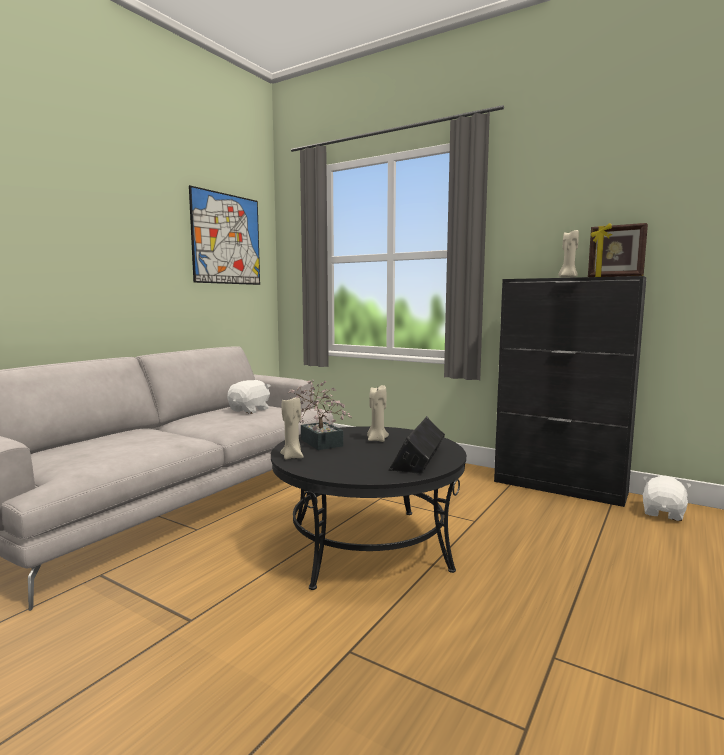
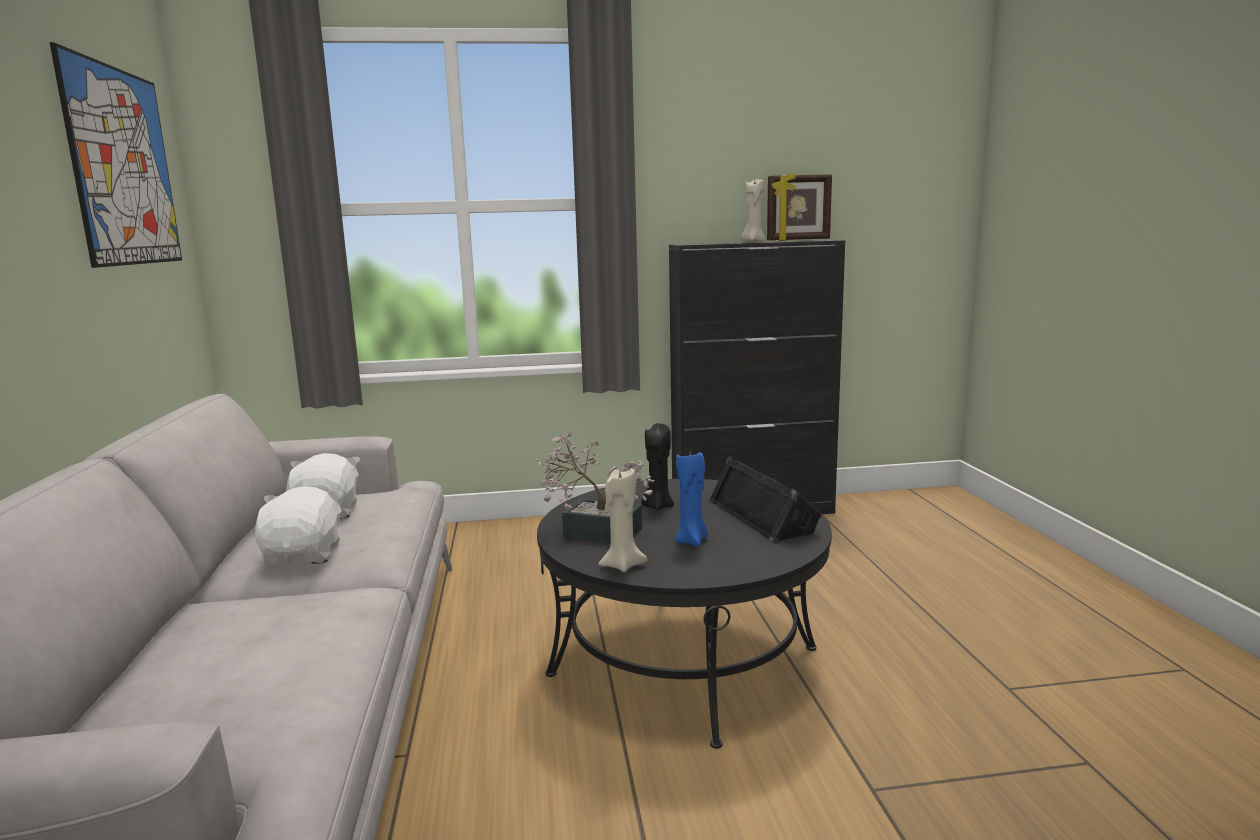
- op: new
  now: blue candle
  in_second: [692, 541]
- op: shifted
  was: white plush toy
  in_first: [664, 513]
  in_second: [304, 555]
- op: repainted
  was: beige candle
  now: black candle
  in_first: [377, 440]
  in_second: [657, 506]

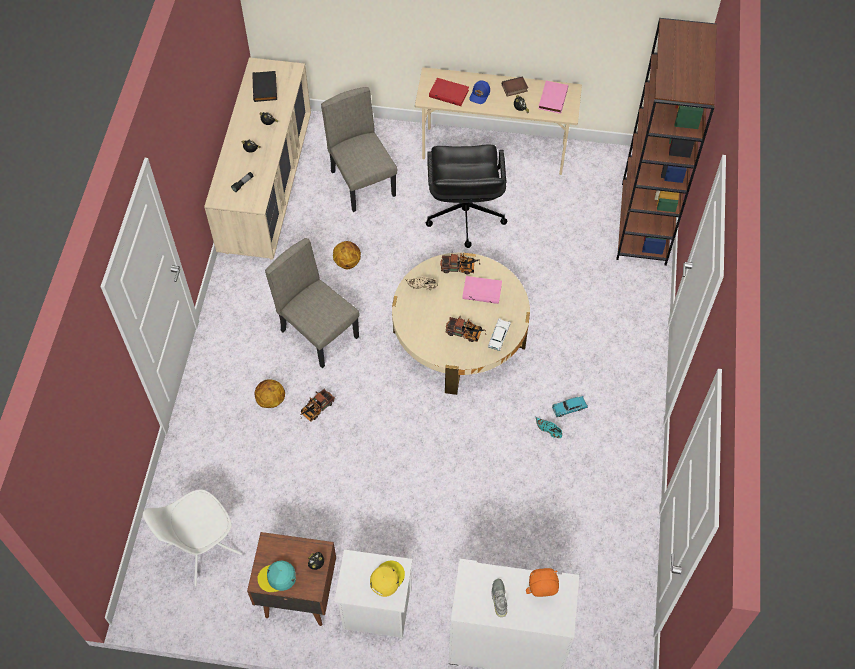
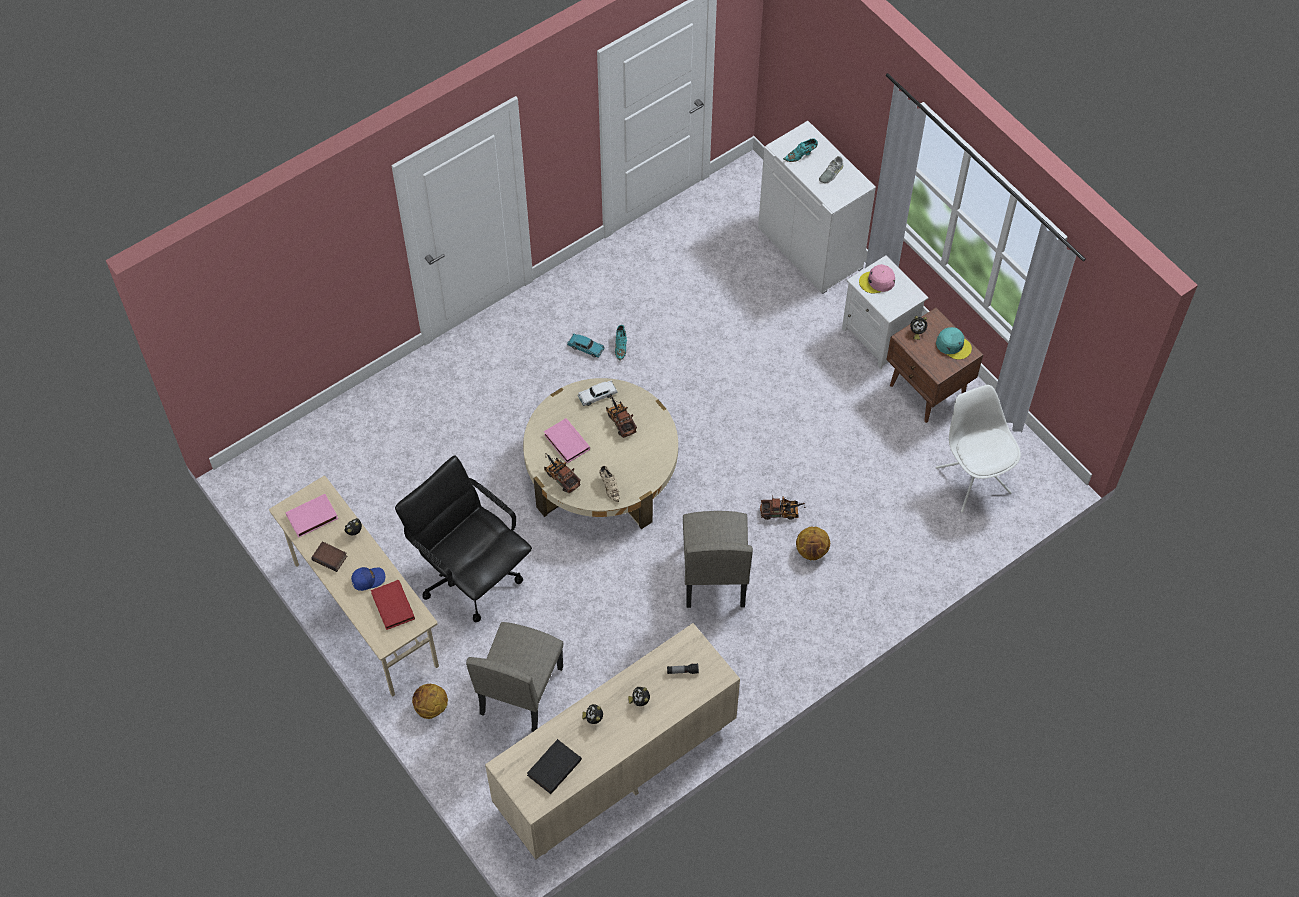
- op: gone
  was: brown bookcase
  in_first: [644, 224]
- op: shifted
  was: basketball
  in_first: [347, 262]
  in_second: [431, 708]
- op: swapped
  was: orange plush toy
  now: turquoise shoe
  in_first: [541, 593]
  in_second: [801, 155]
- op: repainted
  was: yellow cap
  now: pink cap
  in_first: [387, 578]
  in_second: [877, 281]
- op: rotated
  was: white chair
  in_first: [202, 550]
  in_second: [972, 479]
  clockwise: -120
- op: rotated
  was: black office chair
  in_first: [464, 215]
  in_second: [470, 574]
  clockwise: -90

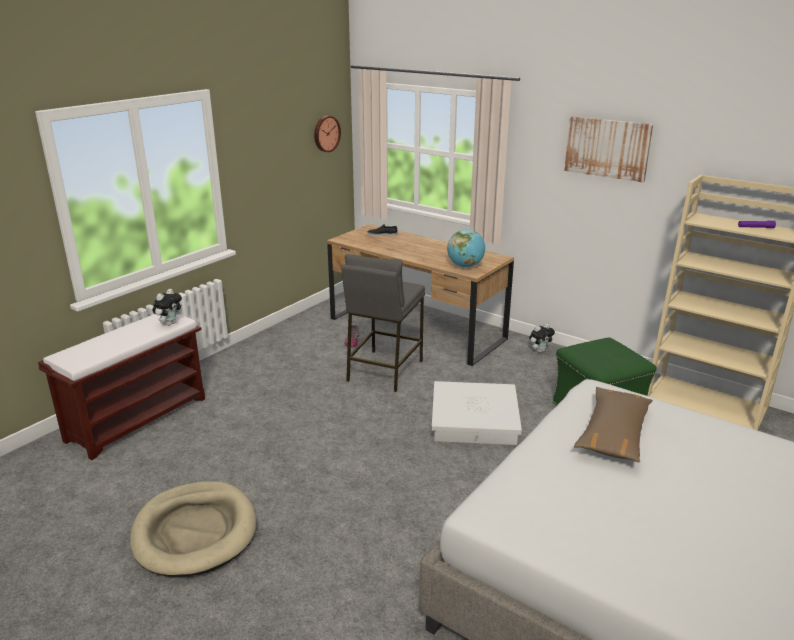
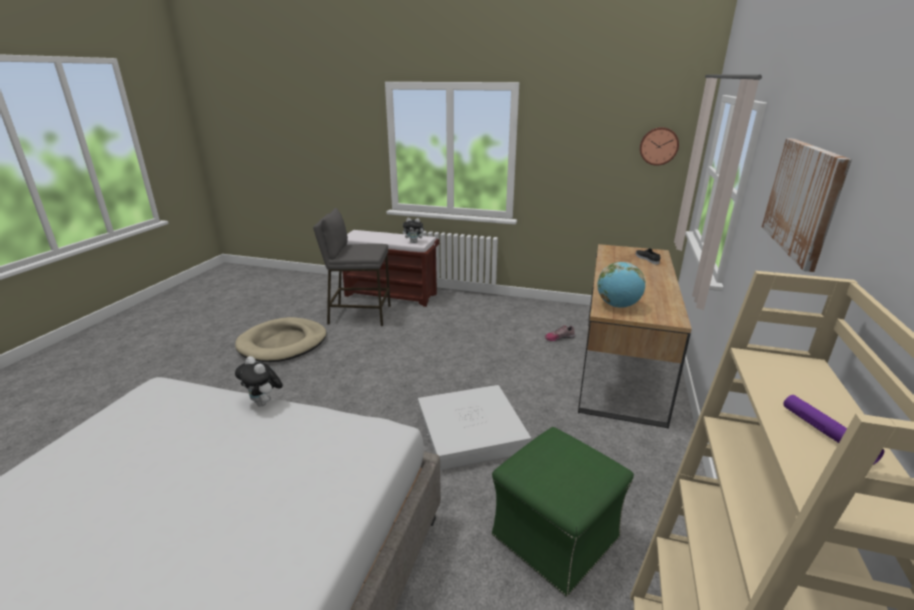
- op: gone
  was: brown pillow
  in_first: [614, 433]
- op: shifted
  was: grey stool
  in_first: [384, 370]
  in_second: [359, 315]
- op: shifted
  was: plush toy
  in_first: [540, 351]
  in_second: [264, 403]

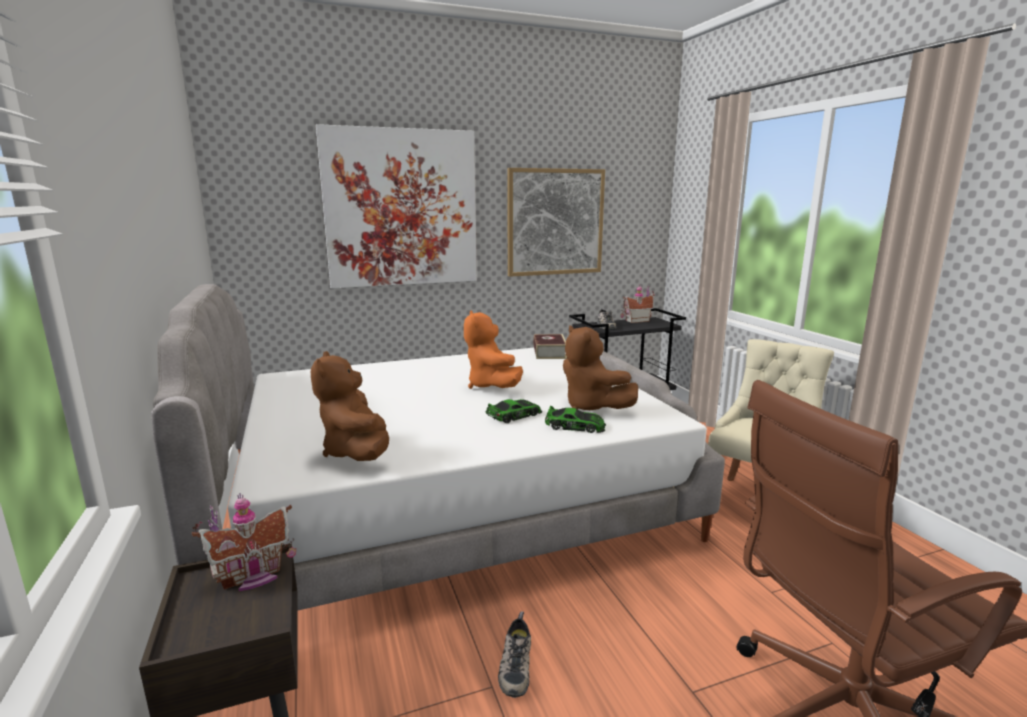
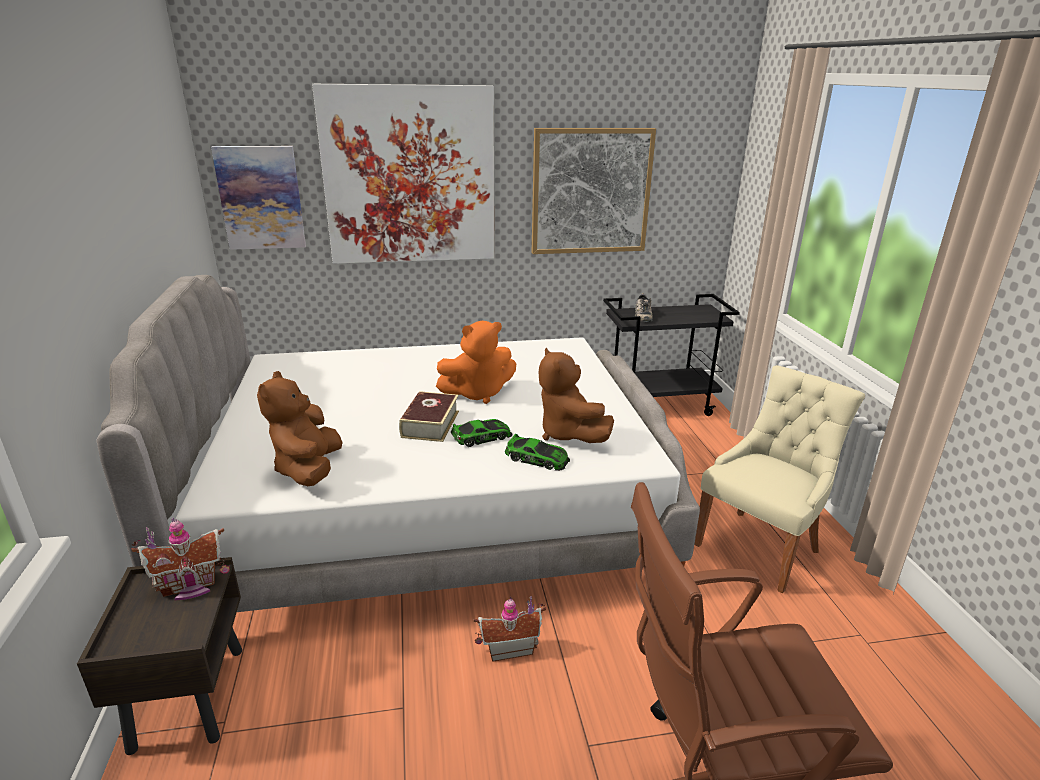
- op: gone
  was: shoe
  in_first: [514, 665]
- op: new
  now: picture
  in_second: [261, 198]
- op: shifted
  was: book
  in_first: [549, 352]
  in_second: [430, 424]
- op: shifted
  was: toy house
  in_first: [636, 320]
  in_second: [508, 647]
- op: rotated
  was: orange plush toy
  in_first: [492, 386]
  in_second: [478, 393]
  clockwise: -105

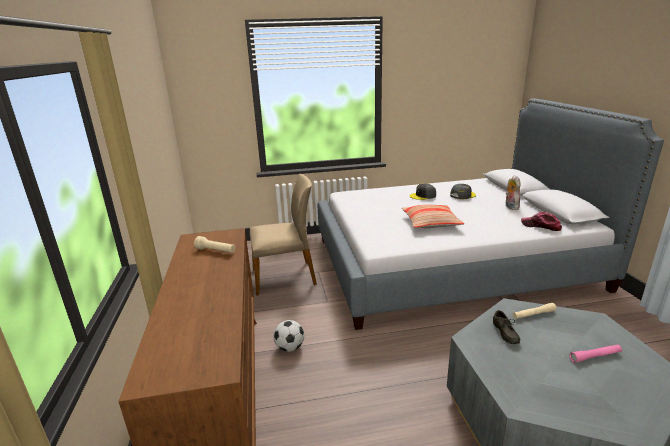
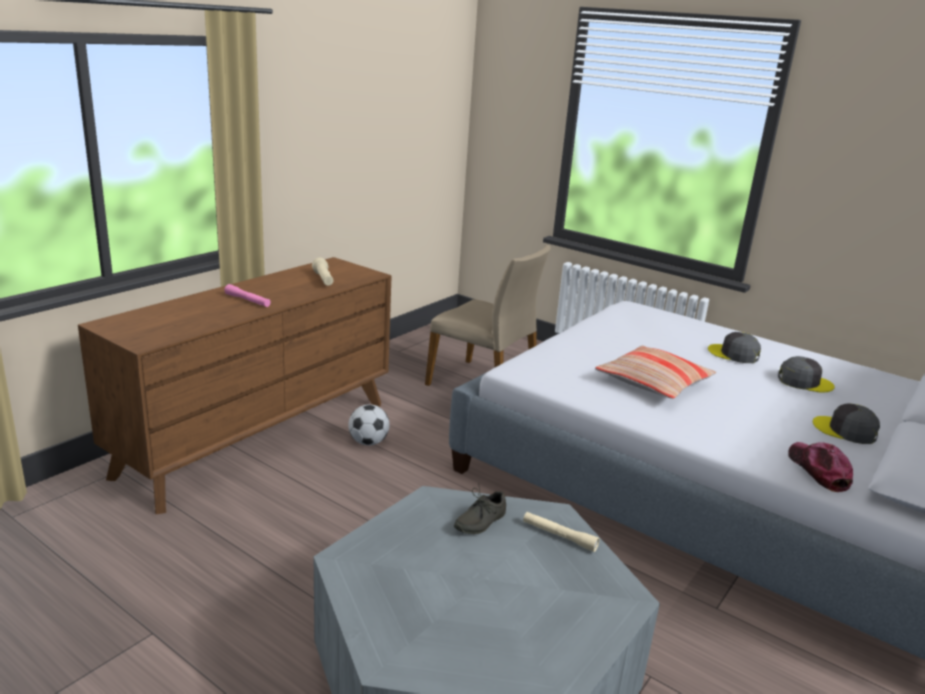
- op: shifted
  was: pink flashlight
  in_first: [595, 356]
  in_second: [247, 301]
- op: swapped
  was: plush toy
  now: grey cap
  in_first: [510, 207]
  in_second: [845, 430]

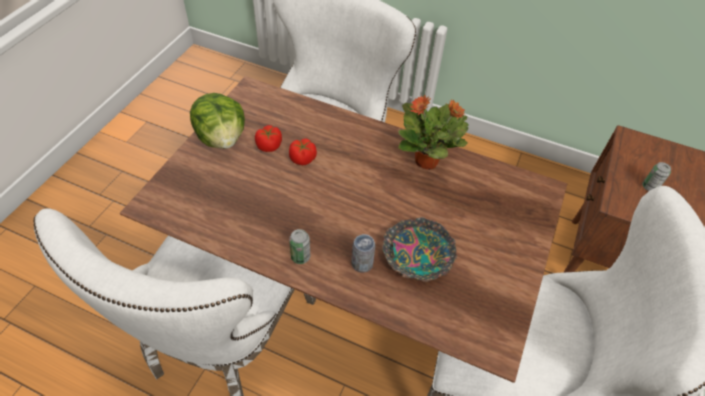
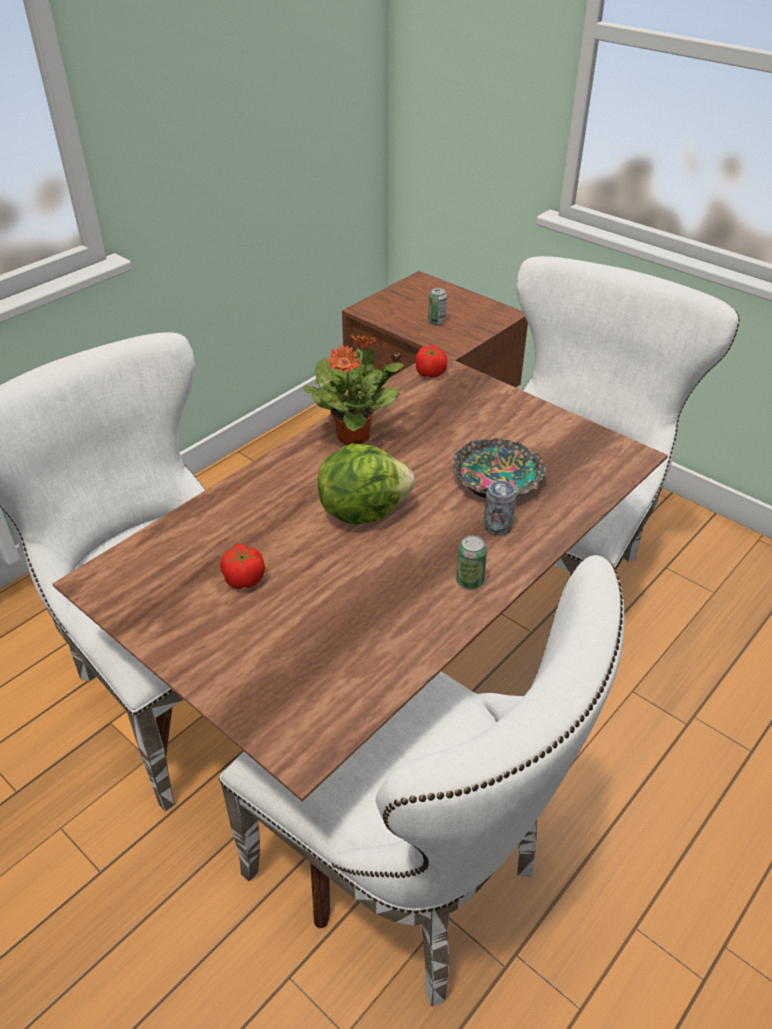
- op: shifted
  was: lettuce
  in_first: [222, 138]
  in_second: [362, 510]
- op: shifted
  was: tomato
  in_first: [303, 159]
  in_second: [430, 372]

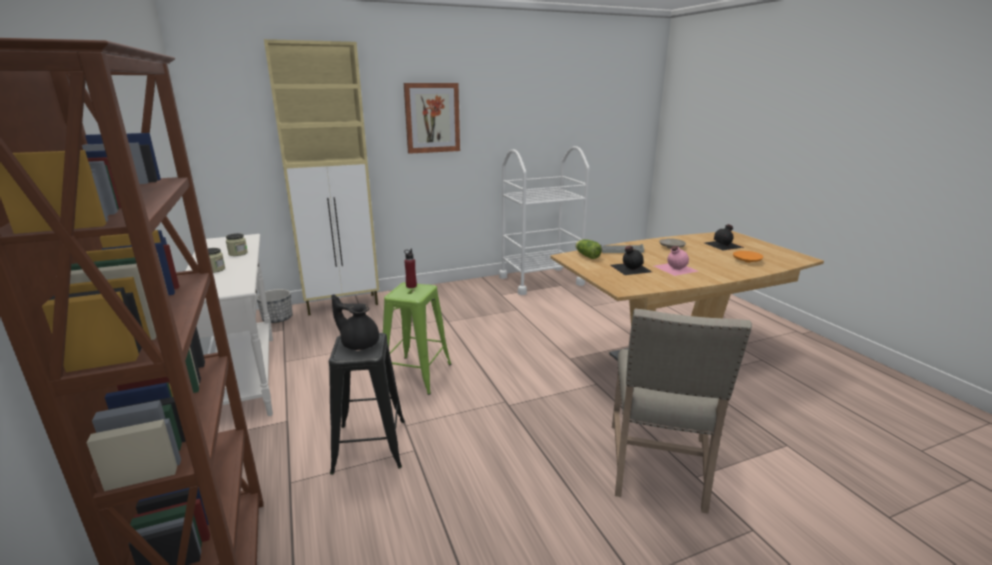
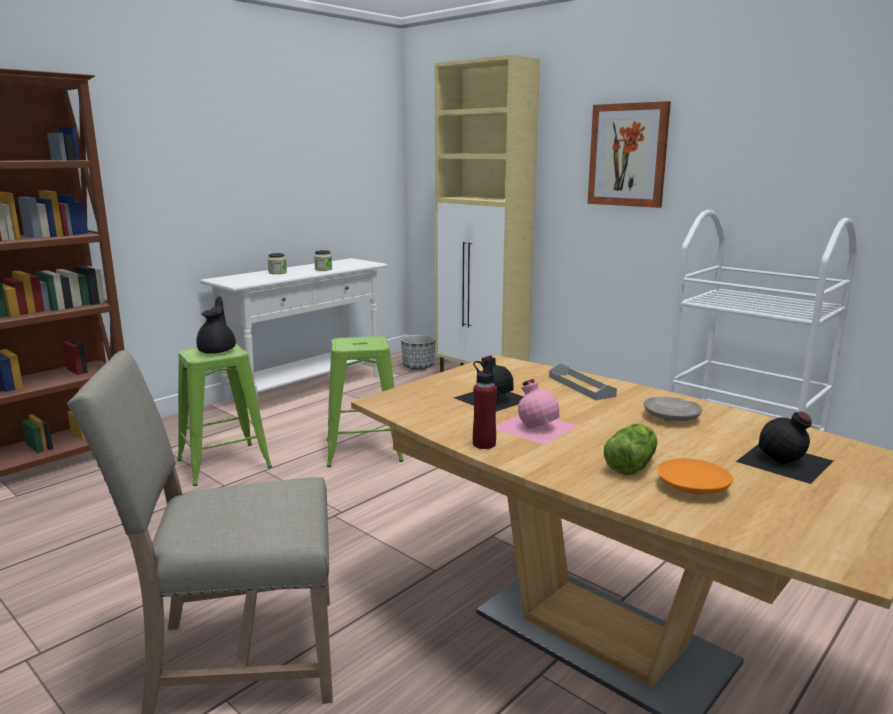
- op: shifted
  was: red bottle
  in_first: [411, 286]
  in_second: [484, 444]
- op: shifted
  was: lettuce
  in_first: [586, 255]
  in_second: [632, 464]
- op: repainted
  was: black stool
  now: green stool
  in_first: [369, 446]
  in_second: [223, 464]

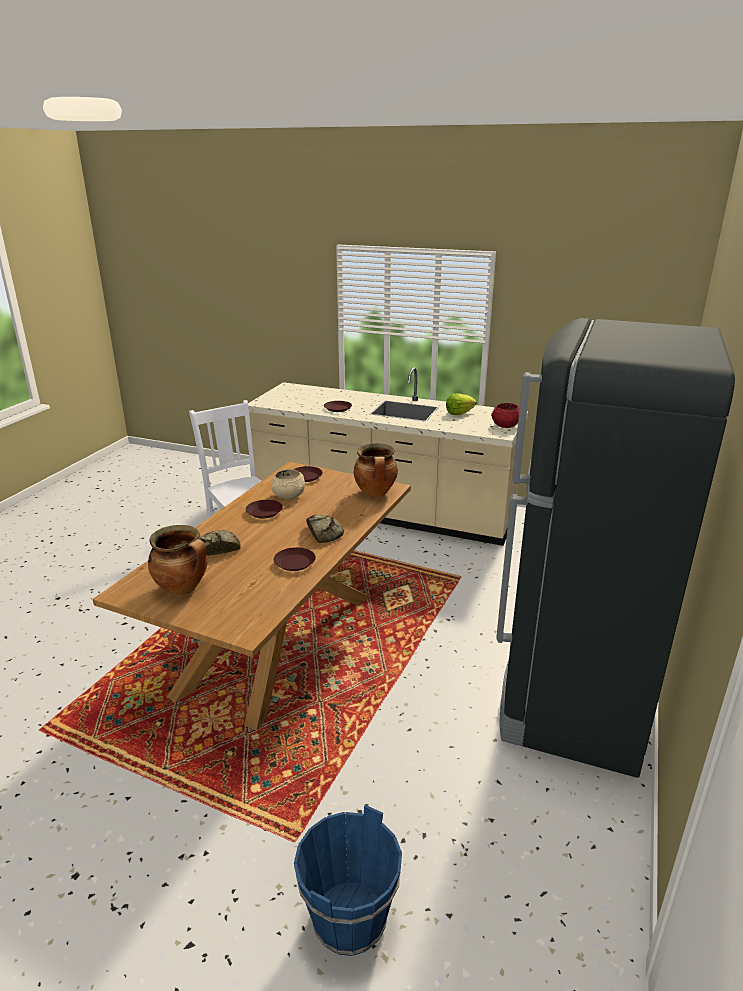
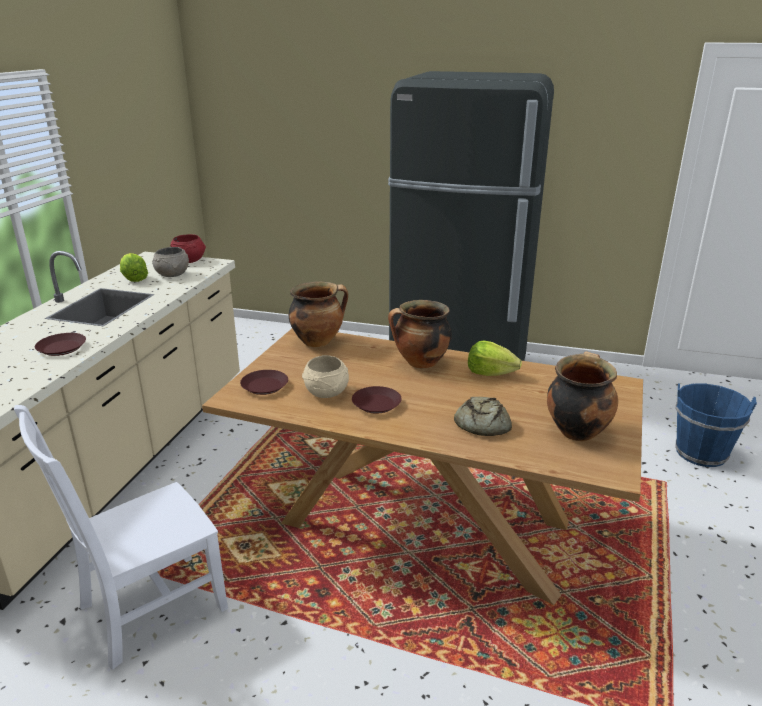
- op: new
  now: grey bowl
  in_second: [173, 275]
- op: swapped
  was: brown plate
  now: lettuce
  in_first: [295, 562]
  in_second: [490, 373]
- op: swapped
  was: bread
  now: cooking pot
  in_first: [324, 532]
  in_second: [420, 363]

